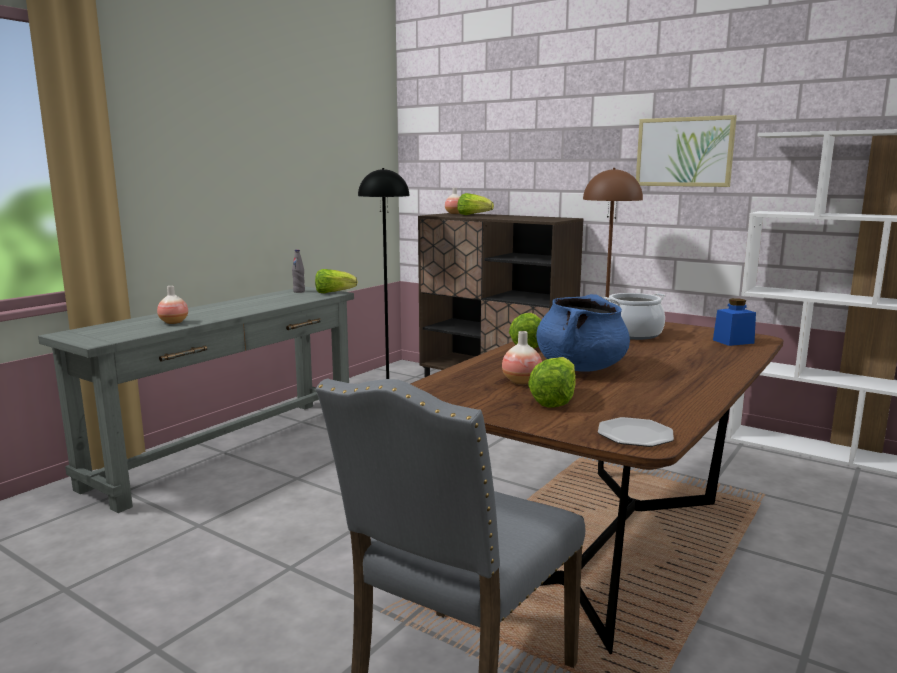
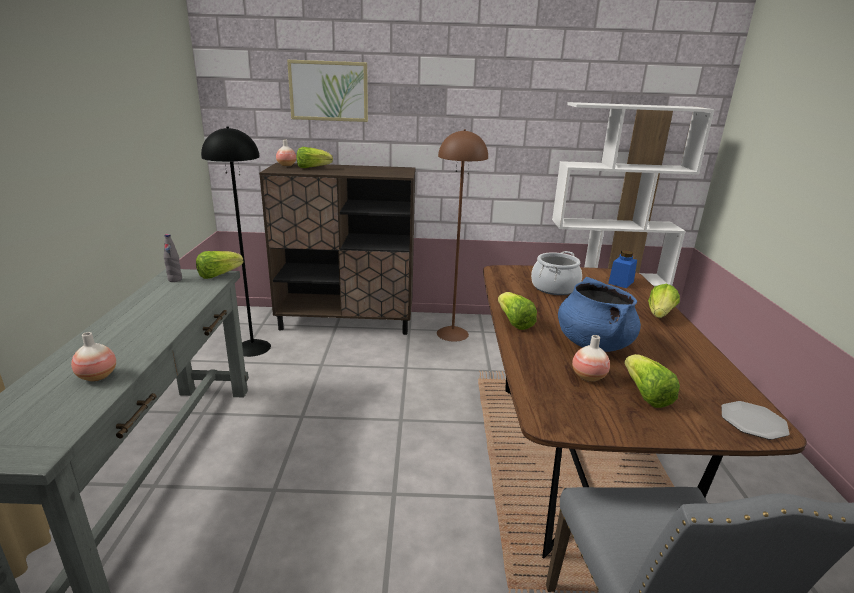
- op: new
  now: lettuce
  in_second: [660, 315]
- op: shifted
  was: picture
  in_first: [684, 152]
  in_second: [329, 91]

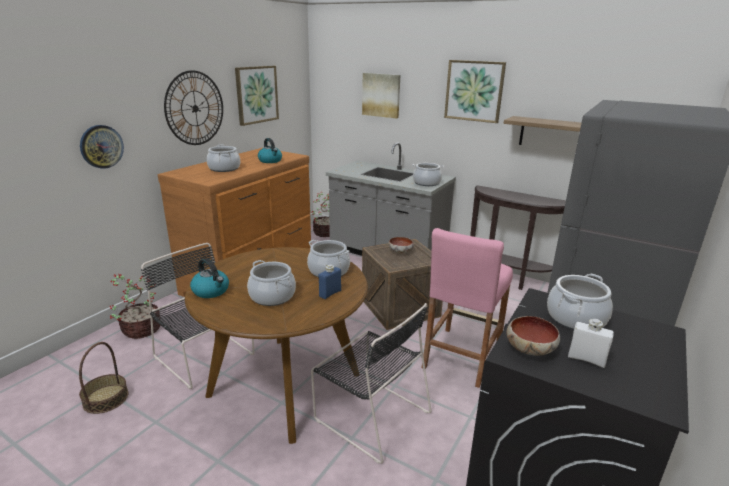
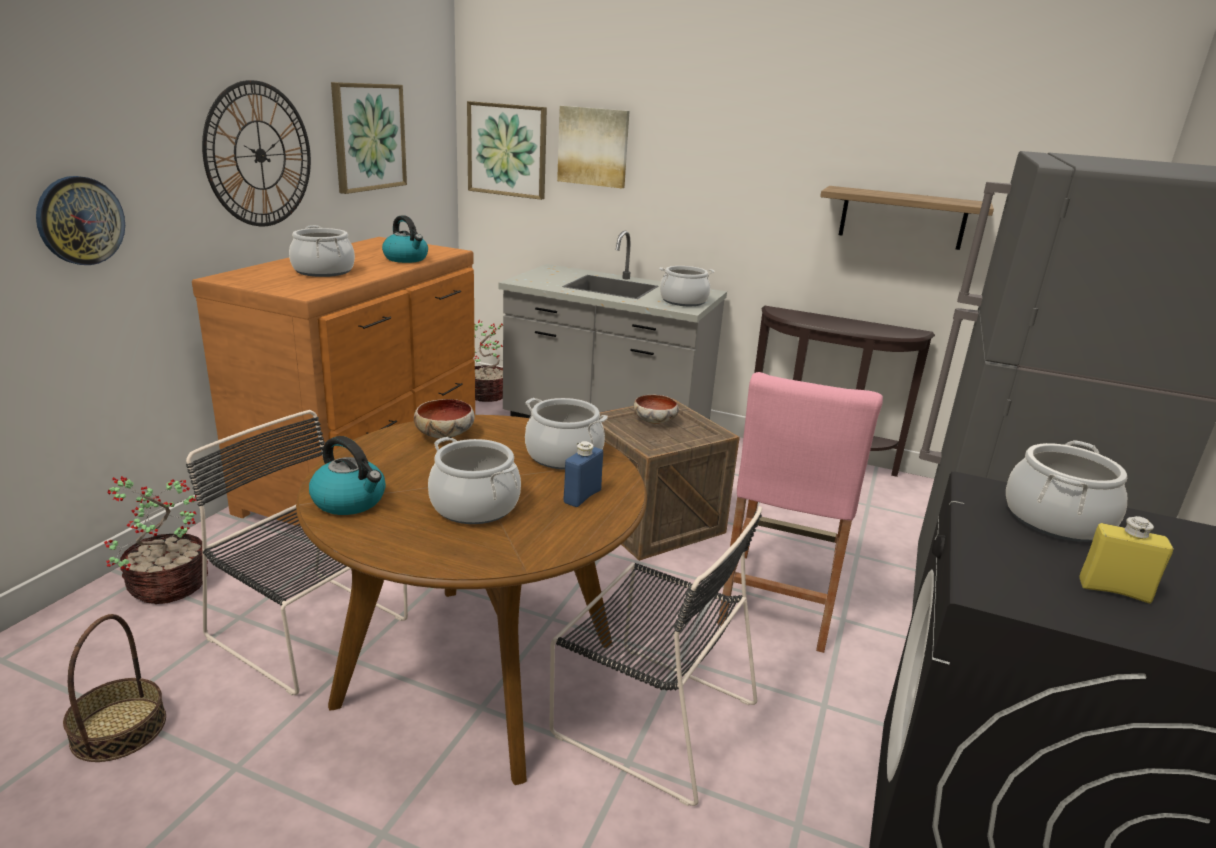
- op: shifted
  was: picture
  in_first: [474, 91]
  in_second: [507, 150]
- op: shifted
  was: bowl
  in_first: [529, 348]
  in_second: [445, 434]
- op: repainted
  was: white bottle
  now: yellow bottle
  in_first: [586, 359]
  in_second: [1114, 590]

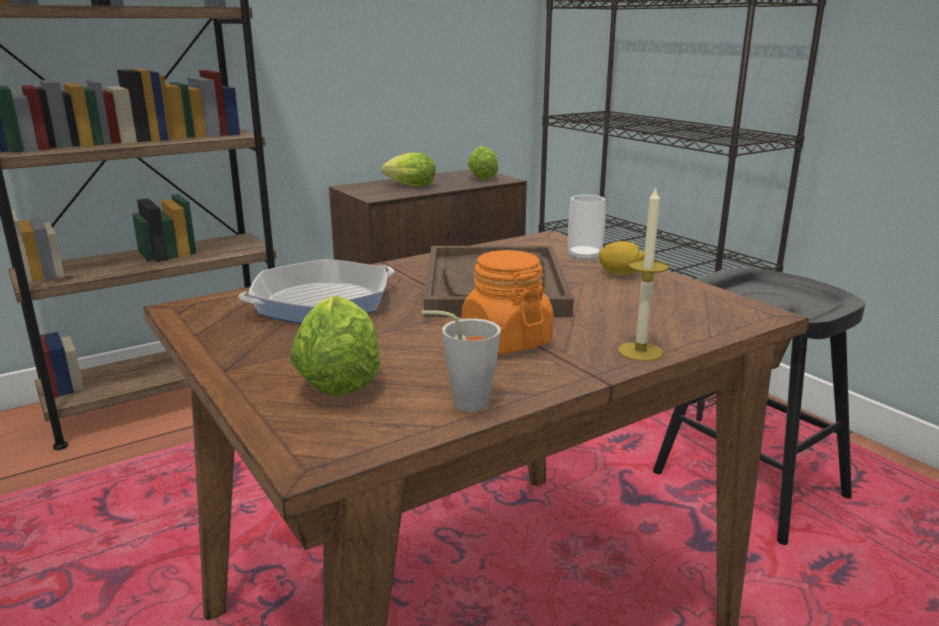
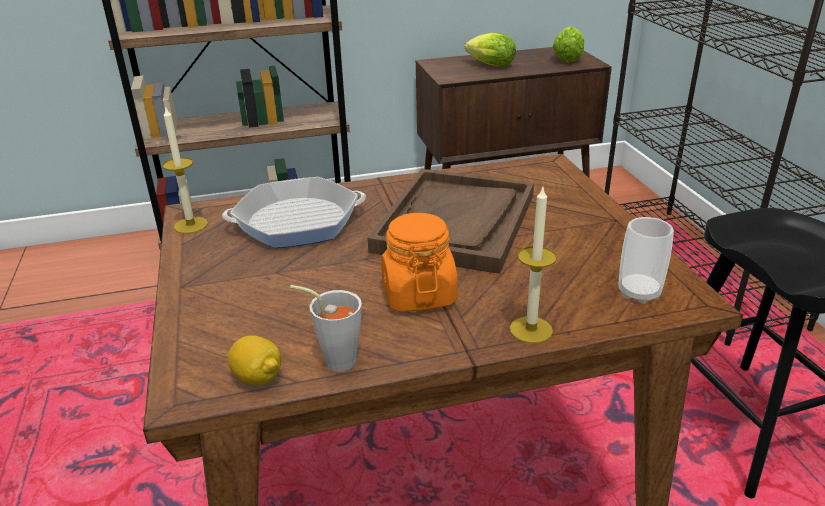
- op: gone
  was: lettuce
  in_first: [339, 377]
- op: new
  now: candle
  in_second: [191, 225]
- op: shifted
  was: cup
  in_first: [584, 258]
  in_second: [639, 293]
- op: shifted
  was: lemon
  in_first: [620, 274]
  in_second: [258, 377]

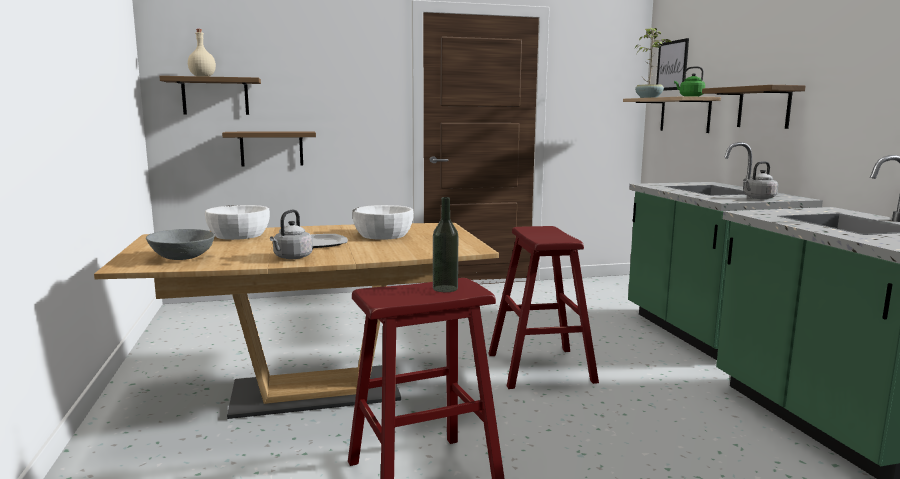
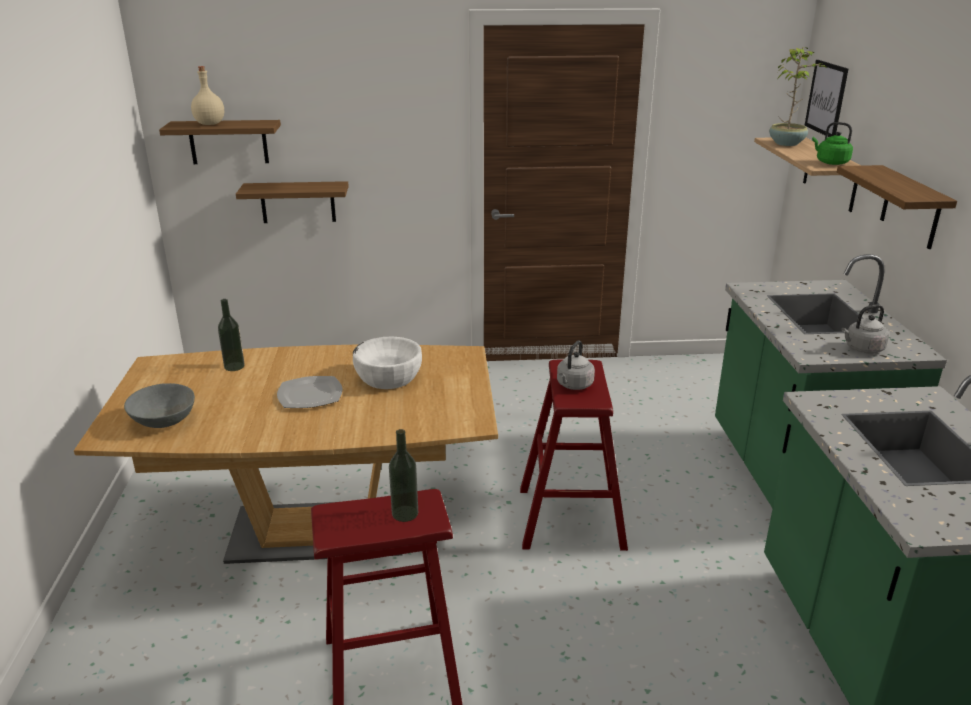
- op: shifted
  was: grey kettle
  in_first: [292, 257]
  in_second: [573, 385]
- op: swapped
  was: white bowl
  now: bottle
  in_first: [238, 235]
  in_second: [234, 366]

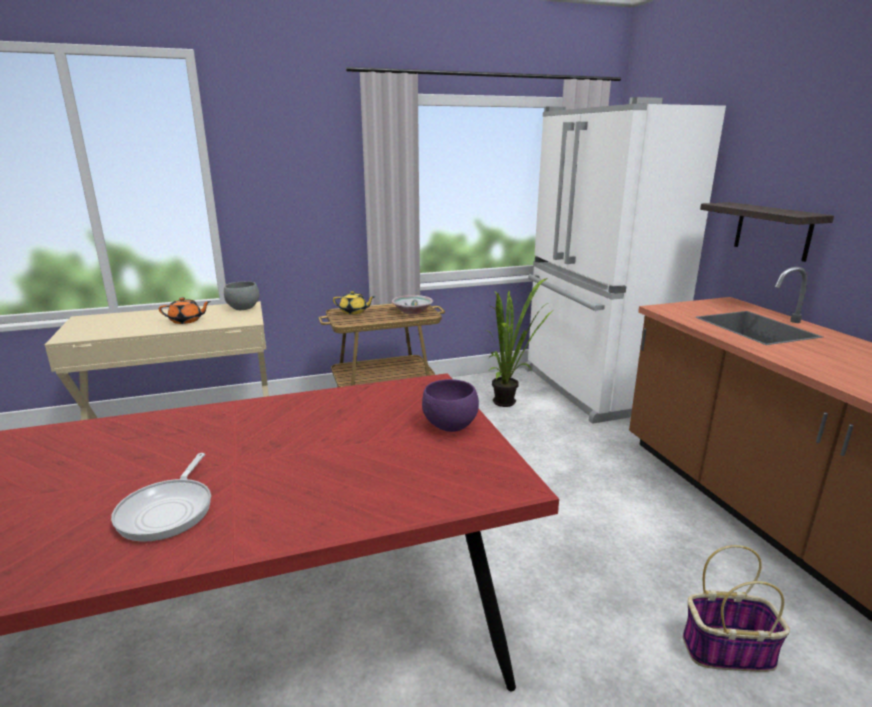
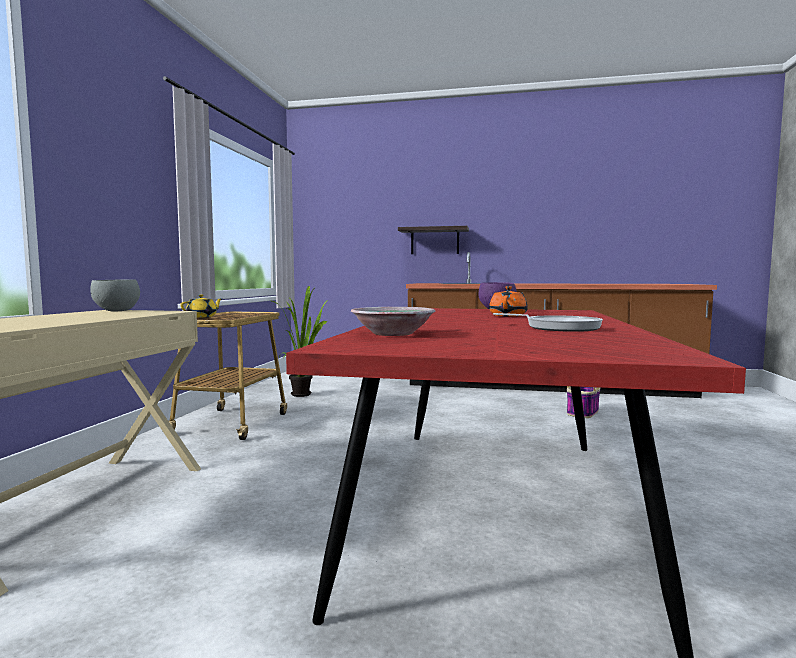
- op: gone
  was: white fridge
  in_first: [591, 389]
- op: shifted
  was: orange teapot
  in_first: [186, 321]
  in_second: [508, 315]
- op: shifted
  was: bowl
  in_first: [412, 312]
  in_second: [394, 334]

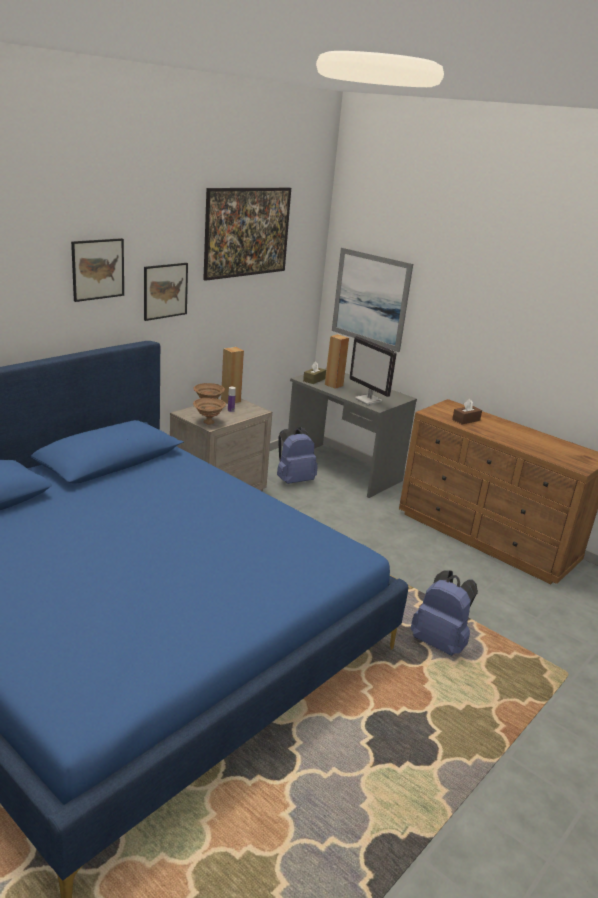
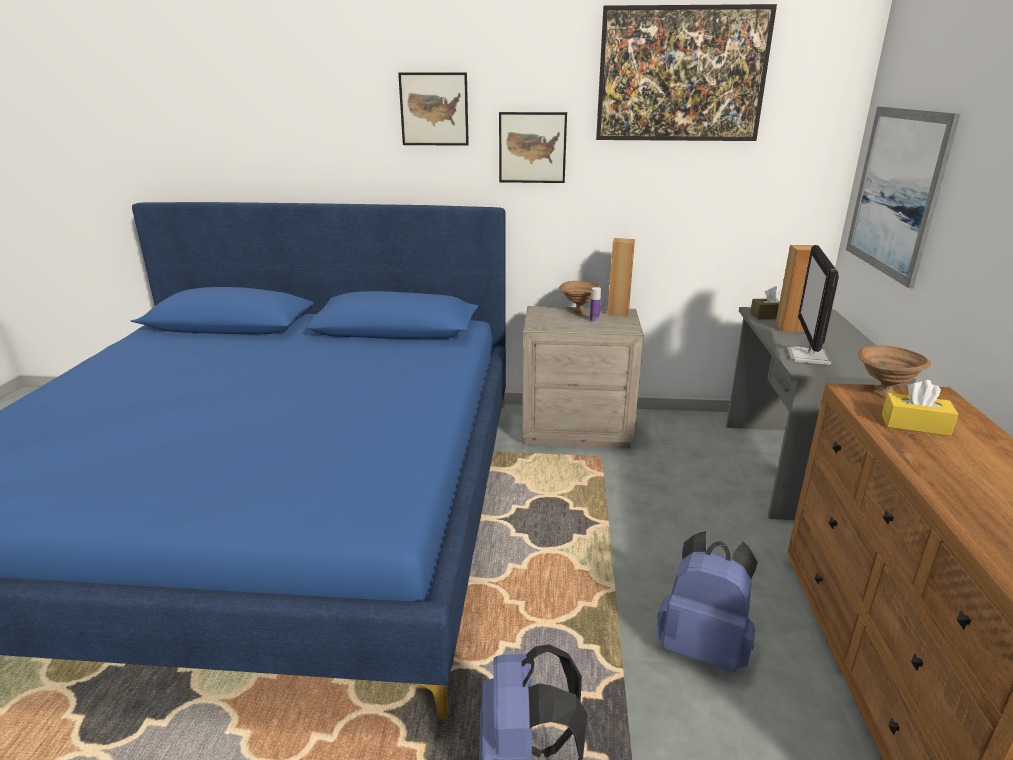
- op: shifted
  was: brown bowl
  in_first: [209, 422]
  in_second: [884, 394]
- op: shifted
  was: blue backpack
  in_first: [293, 480]
  in_second: [702, 647]
- op: repainted
  was: brown tissue box
  now: yellow tissue box
  in_first: [466, 420]
  in_second: [915, 424]

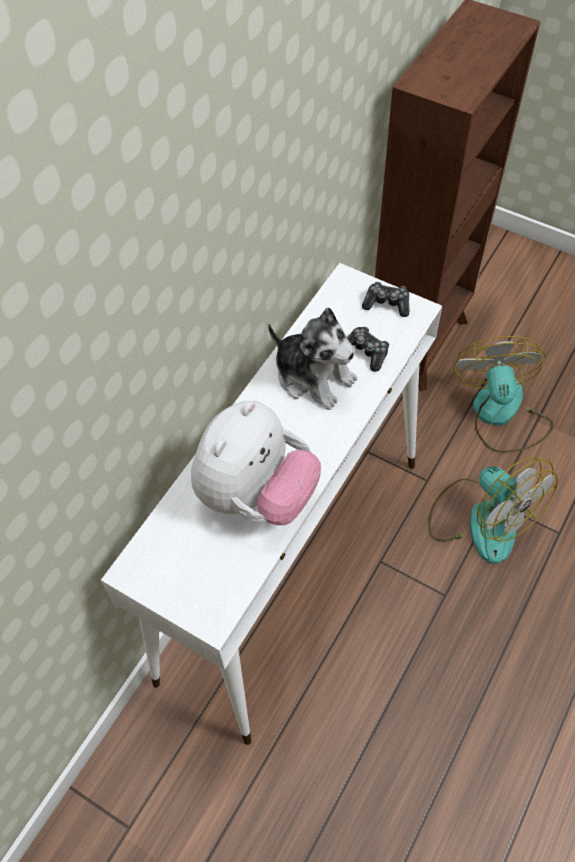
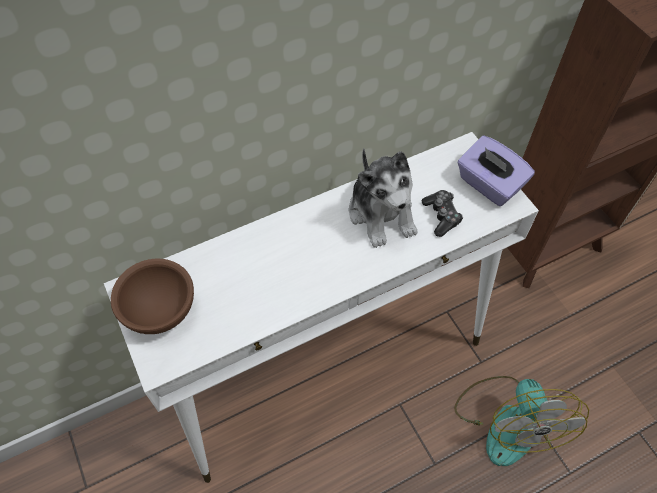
- op: gone
  was: plush toy
  in_first: [256, 494]
- op: gone
  was: fan
  in_first: [501, 414]
- op: new
  now: brown bowl
  in_second: [160, 312]
- op: swapped
  was: game controller
  now: purple tissue box
  in_first: [387, 304]
  in_second: [489, 185]

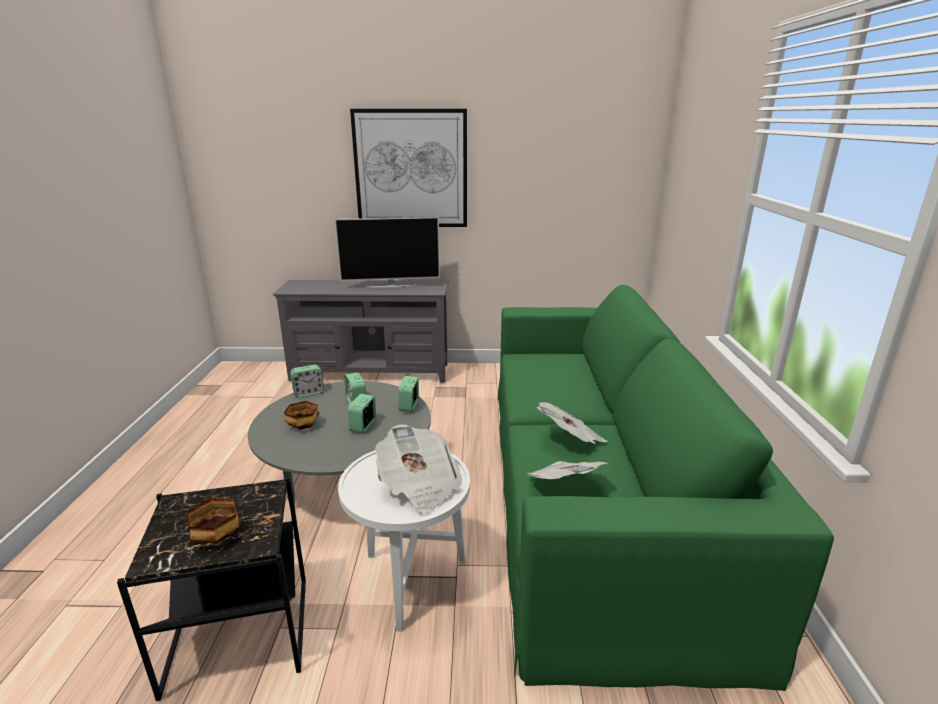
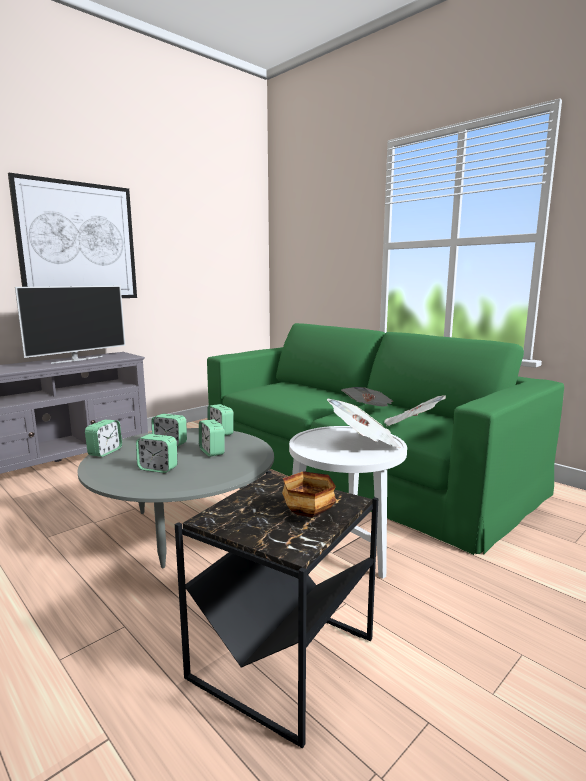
- op: swapped
  was: bowl
  now: alarm clock
  in_first: [304, 426]
  in_second: [158, 468]

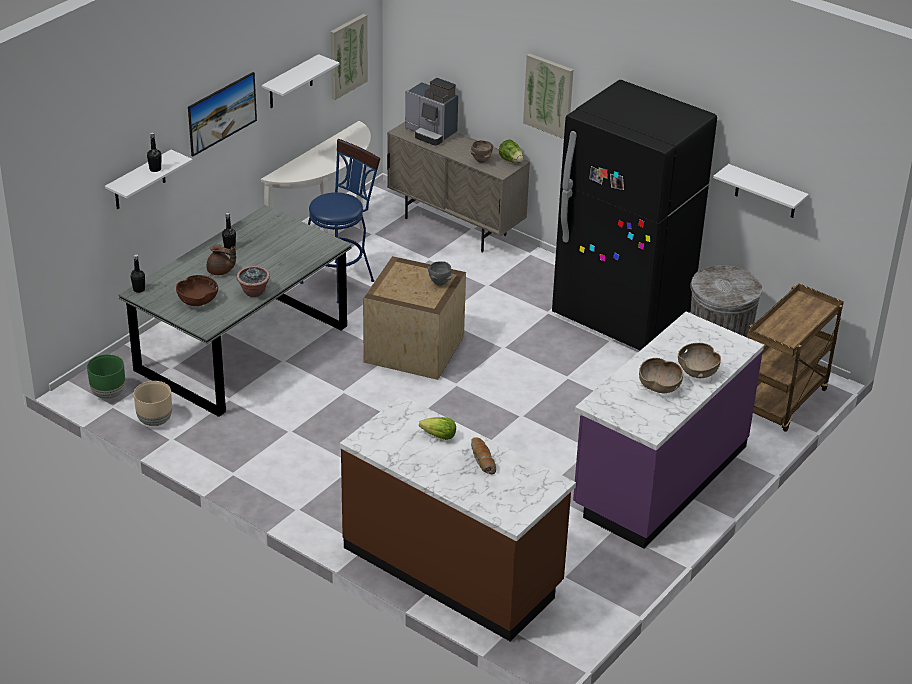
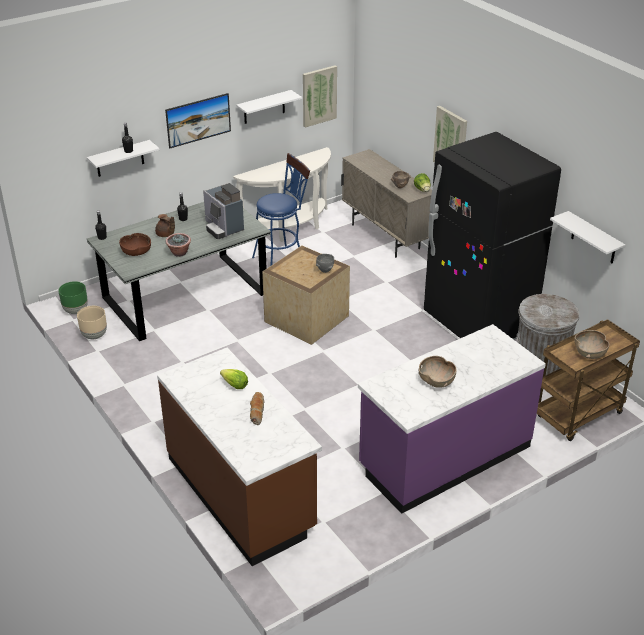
- op: shifted
  was: coffee machine
  in_first: [431, 133]
  in_second: [223, 228]
- op: shifted
  was: brown bowl
  in_first: [698, 371]
  in_second: [589, 353]

